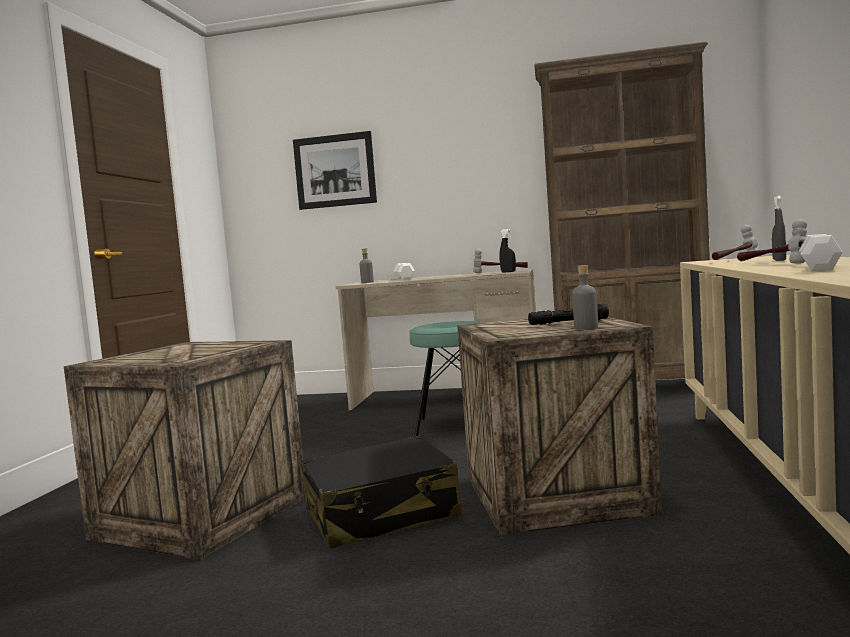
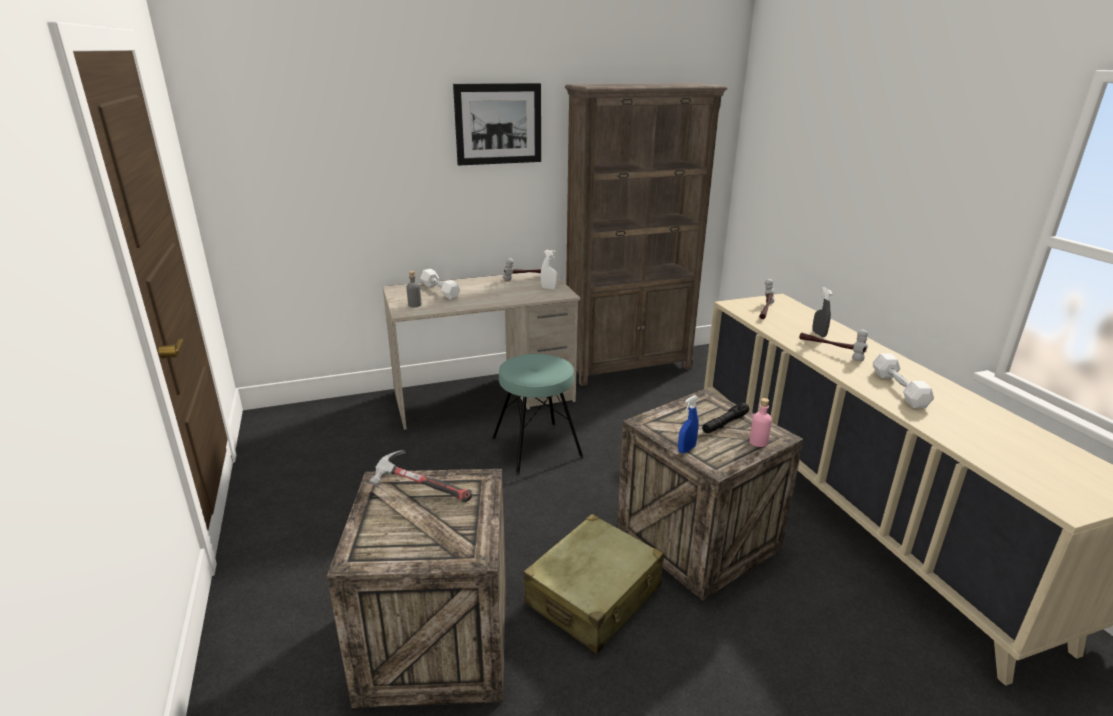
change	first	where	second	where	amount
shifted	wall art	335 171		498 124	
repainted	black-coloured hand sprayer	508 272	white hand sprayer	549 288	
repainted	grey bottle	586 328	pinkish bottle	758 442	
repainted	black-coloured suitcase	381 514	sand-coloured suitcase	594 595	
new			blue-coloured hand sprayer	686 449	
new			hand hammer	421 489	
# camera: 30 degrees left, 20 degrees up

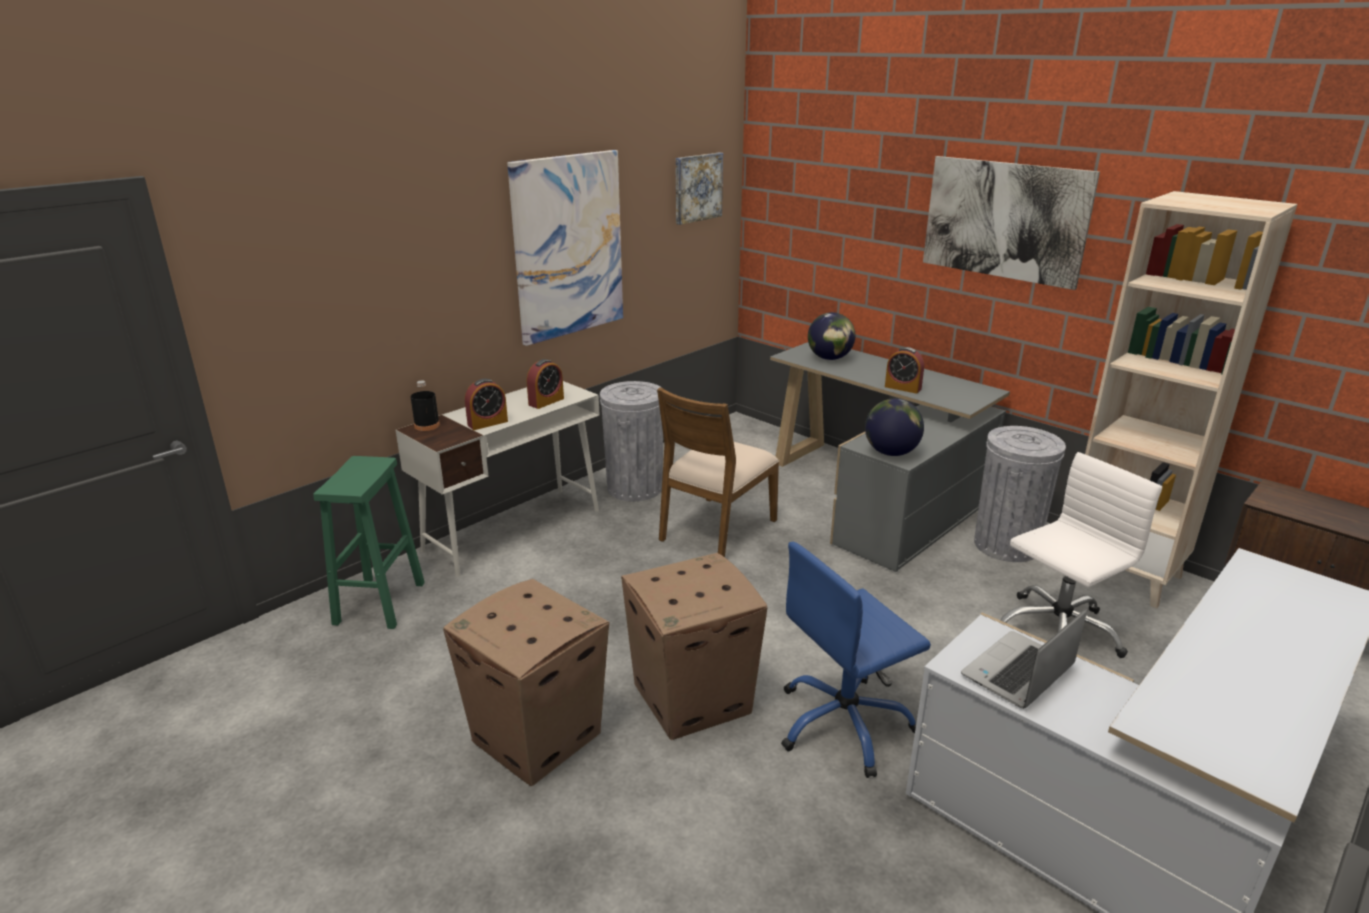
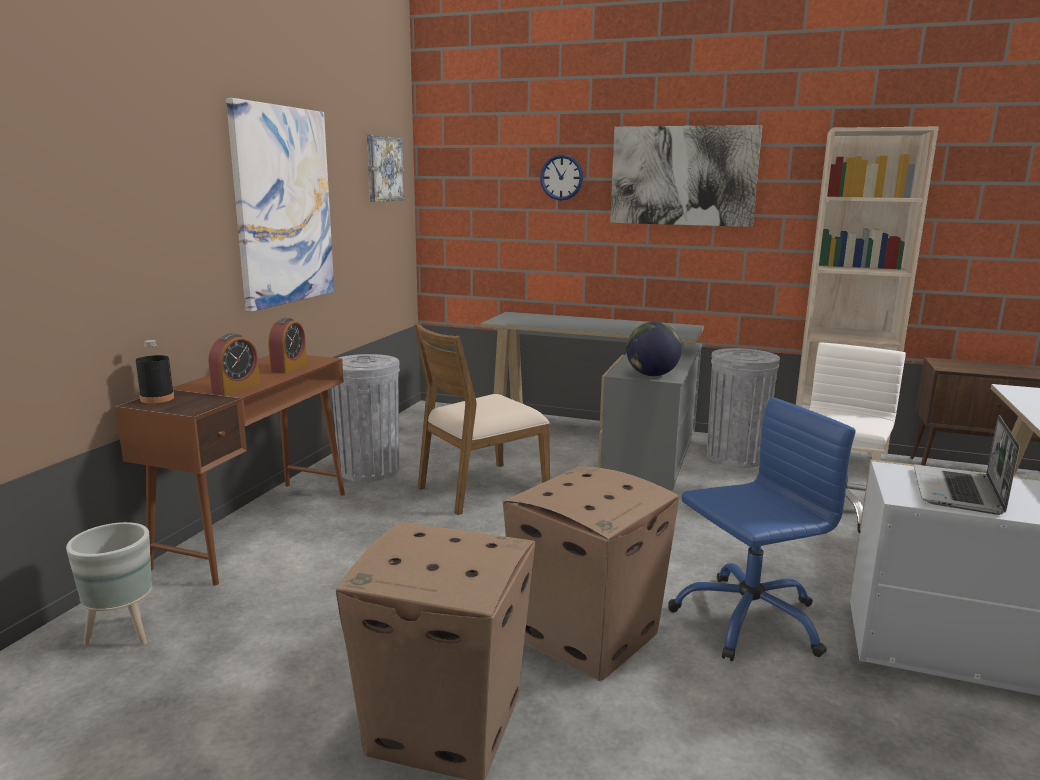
change	first	where	second	where	amount
gone	world globe	829 358			
gone	bedside clock	903 388			
repainted	white desk table	514 529	brownish desk table	257 527	
rotated	brownish upright chair	716 529		481 488	45 degrees clockwise
swapped	green-coloured sitting stool	380 602	grey planter	122 634	
rotated	blue-coloured desk chair	844 724		748 619	150 degrees counterclockwise
new			wall clock	561 177	
# camera: 25 degrees left, 10 degrees down

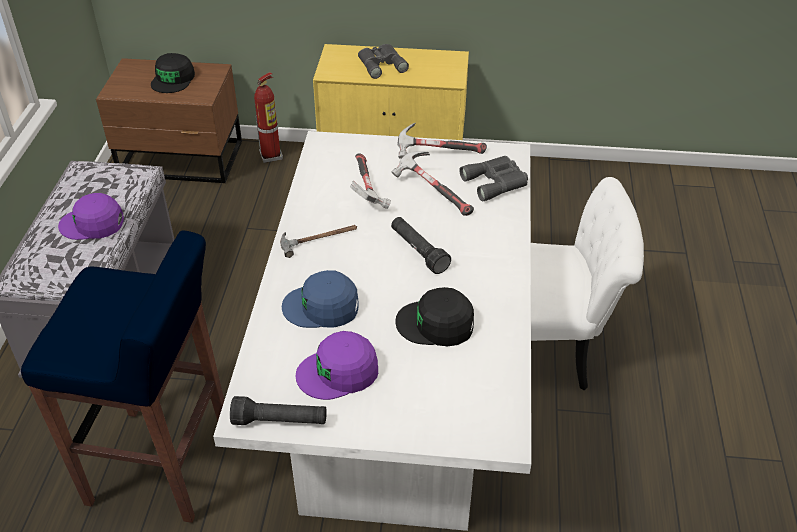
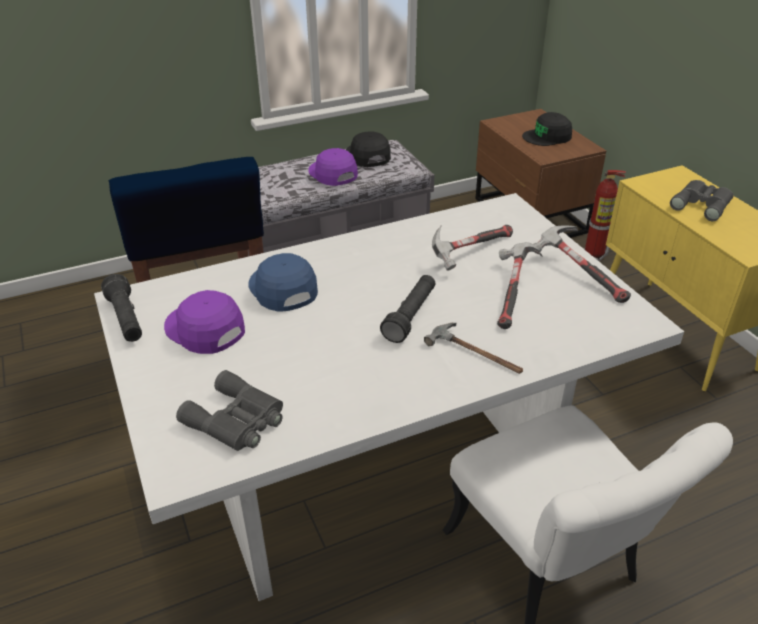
change	first	where	second	where	amount
shifted	grey field glasses	496 182		237 421	
shifted	hand hammer	319 238		477 353	
shifted	black-coloured peaked cap	436 324		367 155	
# camera: 60 degrees right, 5 degrees down

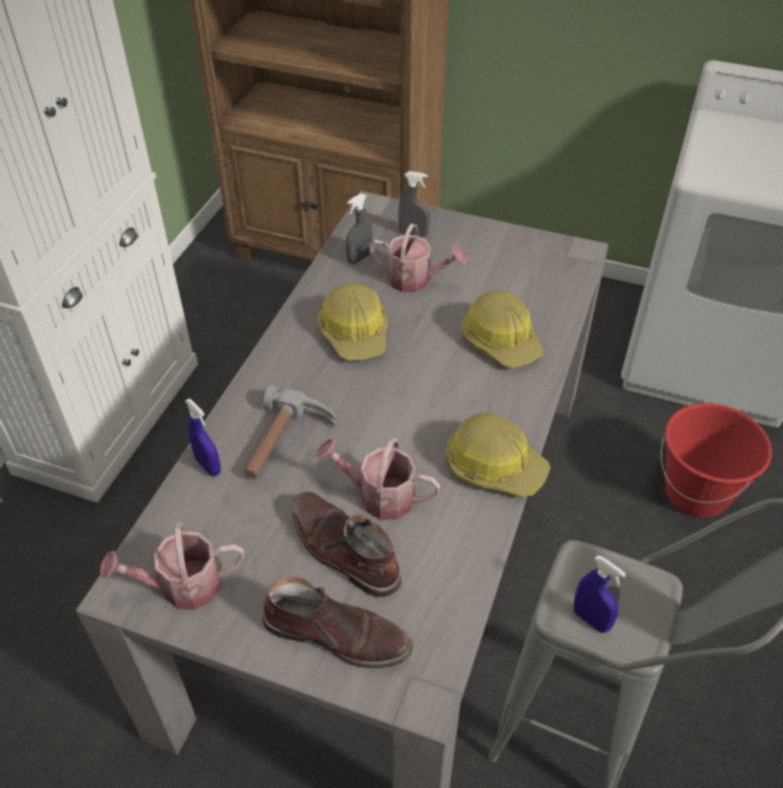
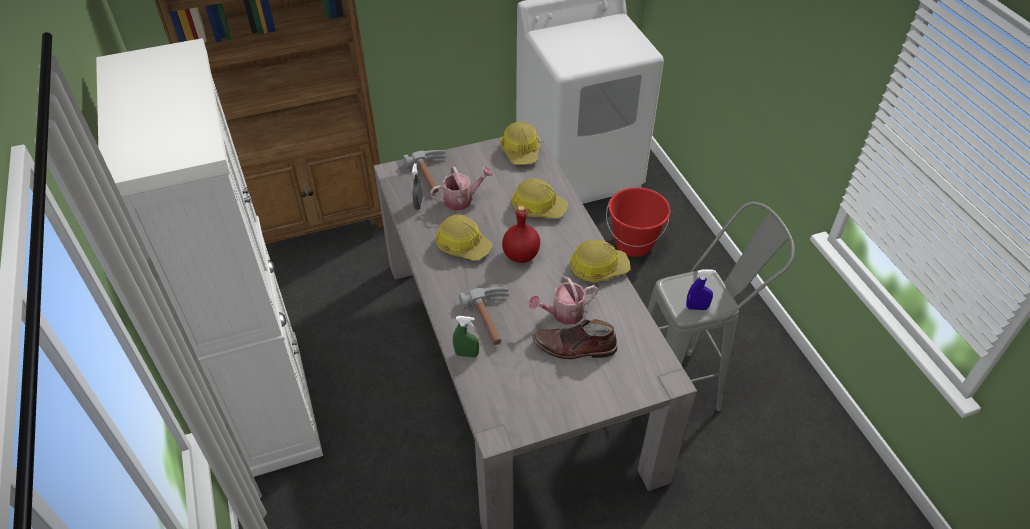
change	first	where	second	where	amount
swapped	grey hand sprayer	413 234	hand hammer	432 175	
repainted	blue-coloured hand sprayer	208 466	green-coloured hand sprayer	466 354	
gone	watering can	182 586			
gone	brownish tall boot	338 634			
new			work helmet	521 151	
new			reddish bottle	520 255	
# camera: 40 degrees left, 0 degrees up

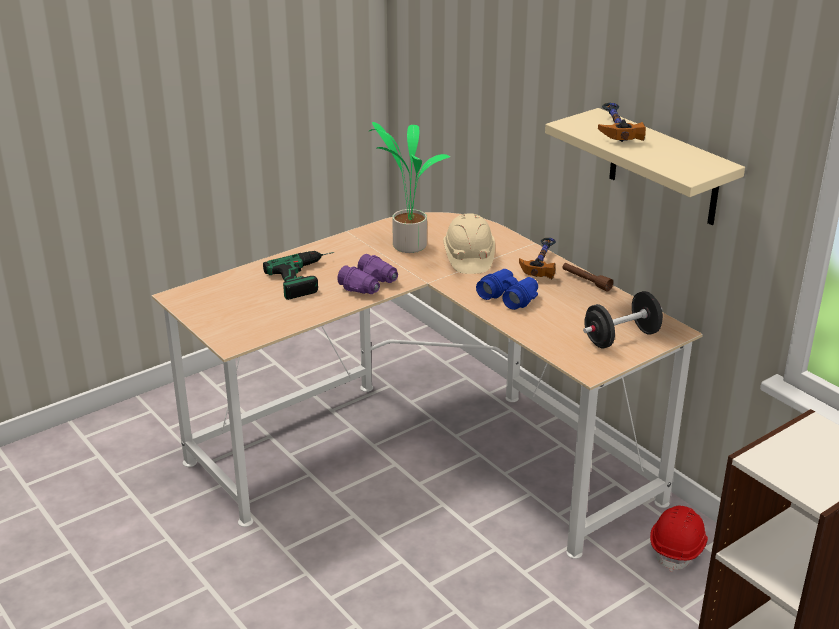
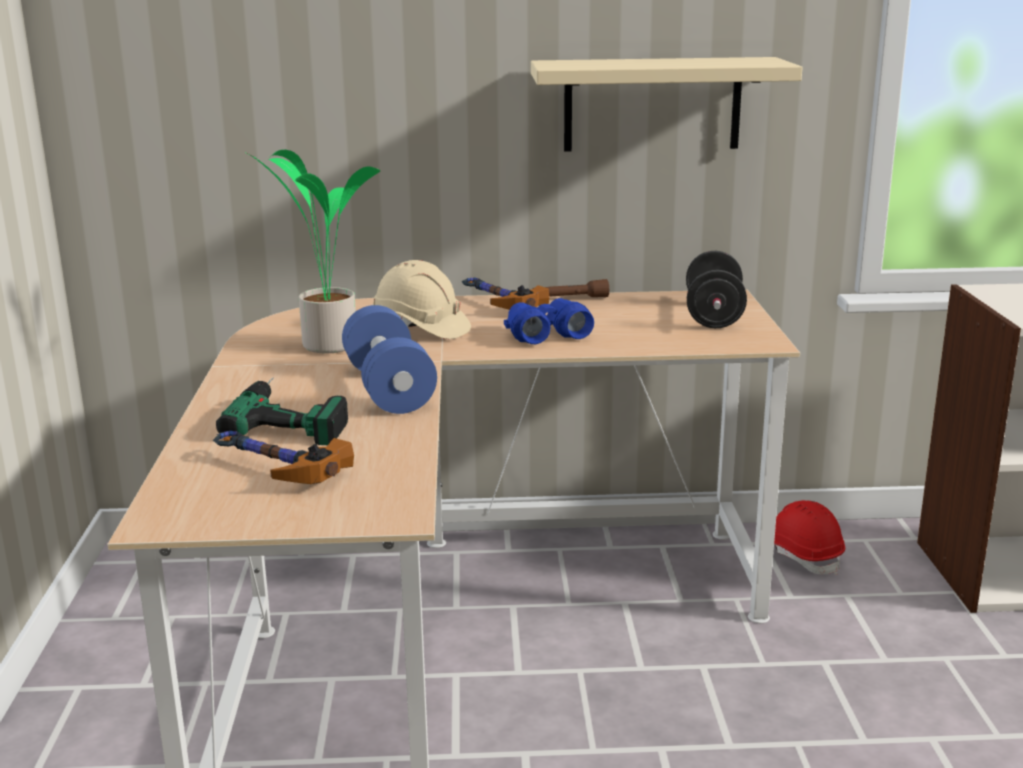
change	first	where	second	where	amount
shifted	hand hammer	614 129		272 470	
swapped	purple field glasses	370 285	blue-coloured free weight	389 388	
# camera: 55 degrees left, 10 degrees down

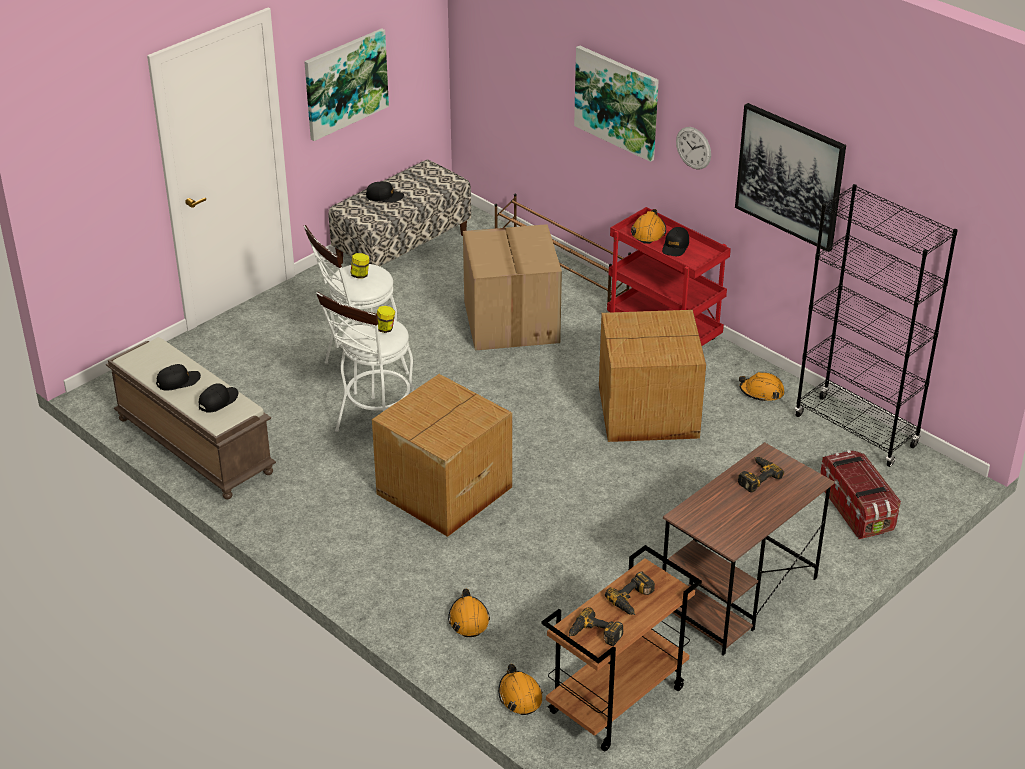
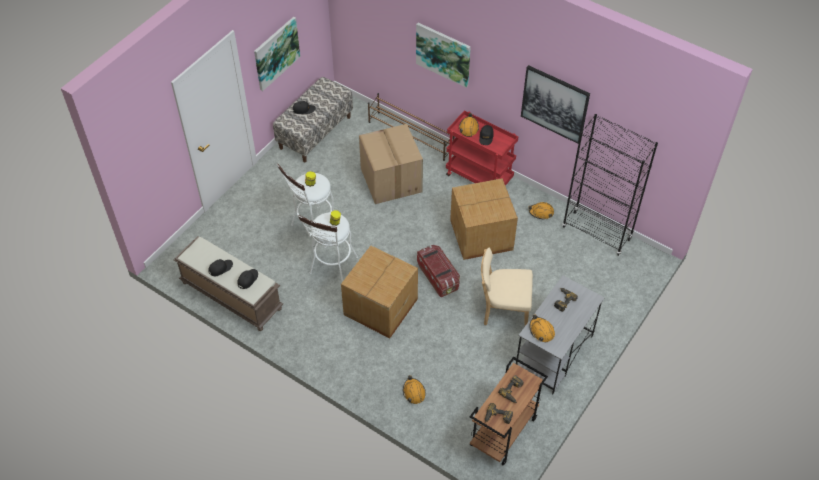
change	first	where	second	where	amount
gone	wall clock	693 148			
repainted	brownish desk table	738 596	grey desk table	553 354	
shifted	storage bin	857 509		438 277	
shifted	orange work helmet	520 696		541 331	
new			sand-coloured upright chair	503 310	
# camera: 10 degrees left, 15 degrees up

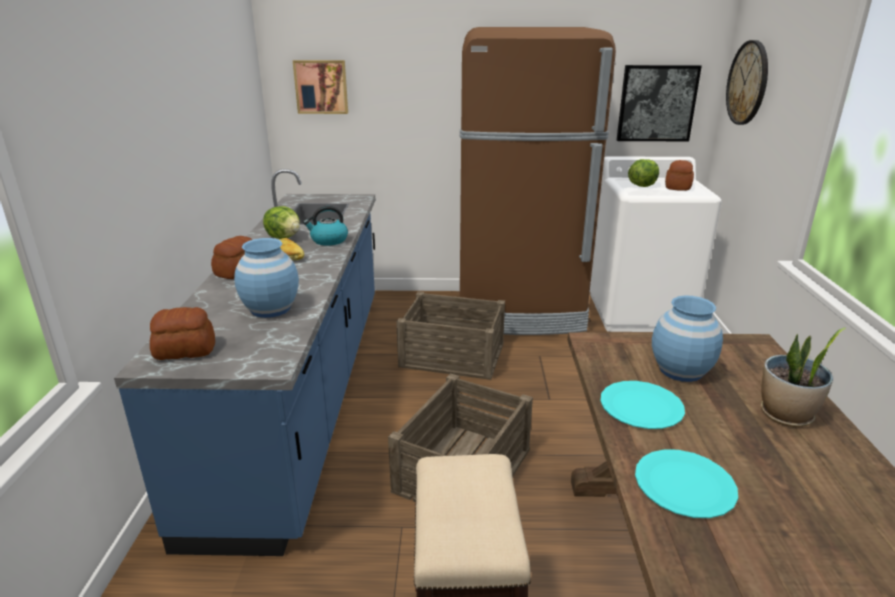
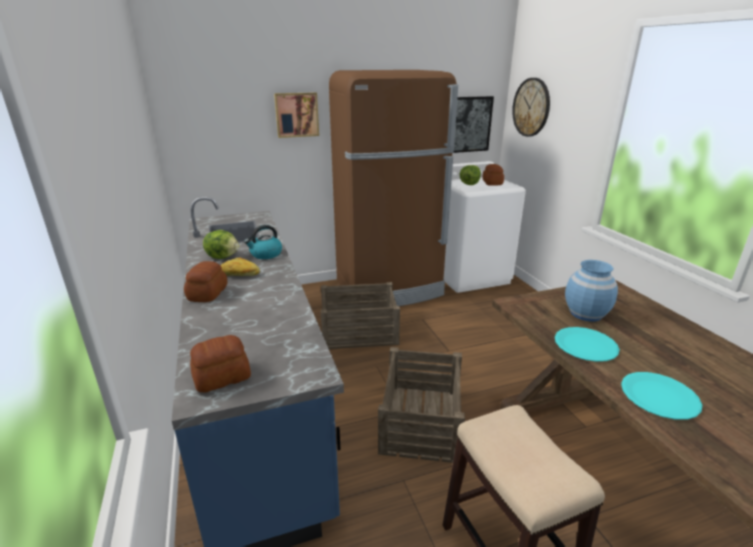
change	first	where	second	where	amount
shifted	wall art	321 87		296 114	
gone	blue-coloured decorative vase	271 308			
gone	houseplant	786 415			
# camera: 20 degrees left, 0 degrees up

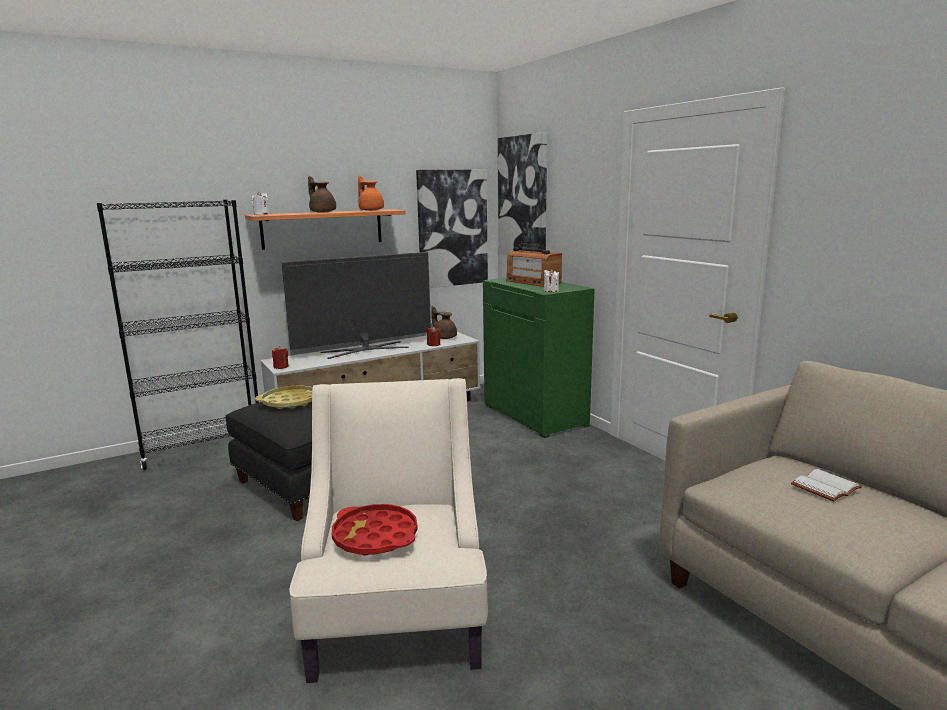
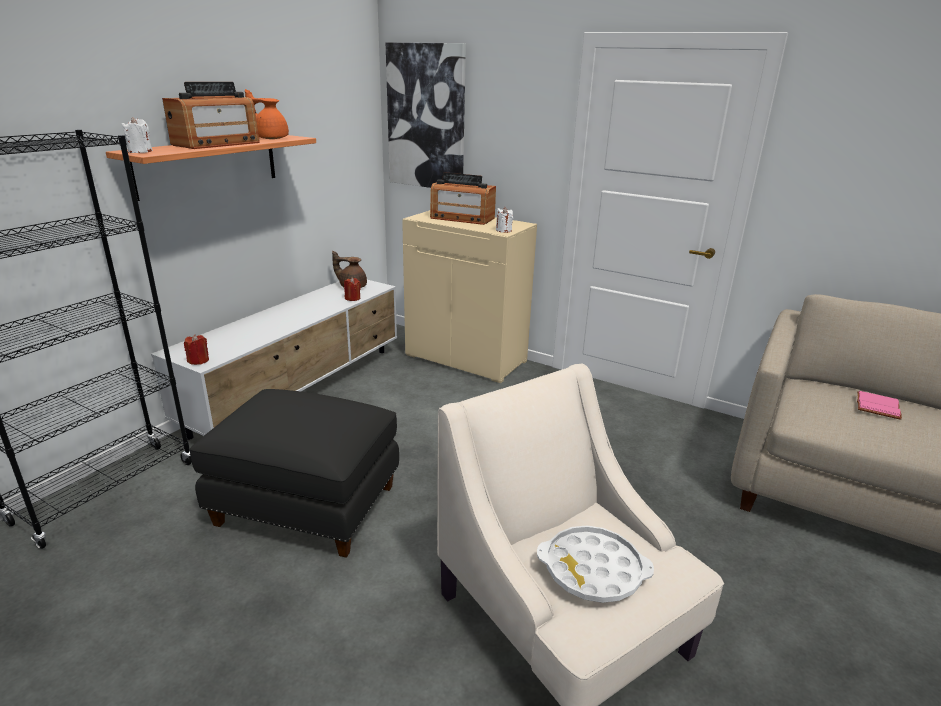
change	first	where	second	where	amount
gone	wall art	452 228			
swapped	brownish pot for tea	322 212	radio	216 144	
gone	television	365 350			
repainted	green-coloured storage cabinet	536 415	sand-coloured storage cabinet	467 358	
gone	yellowish tray	290 402			
repainted	white volume	826 488	pinkish volume	879 407	
repainted	reddish tray	375 536	white tray	593 570	
# camera: 30 degrees left, 10 degrees up

